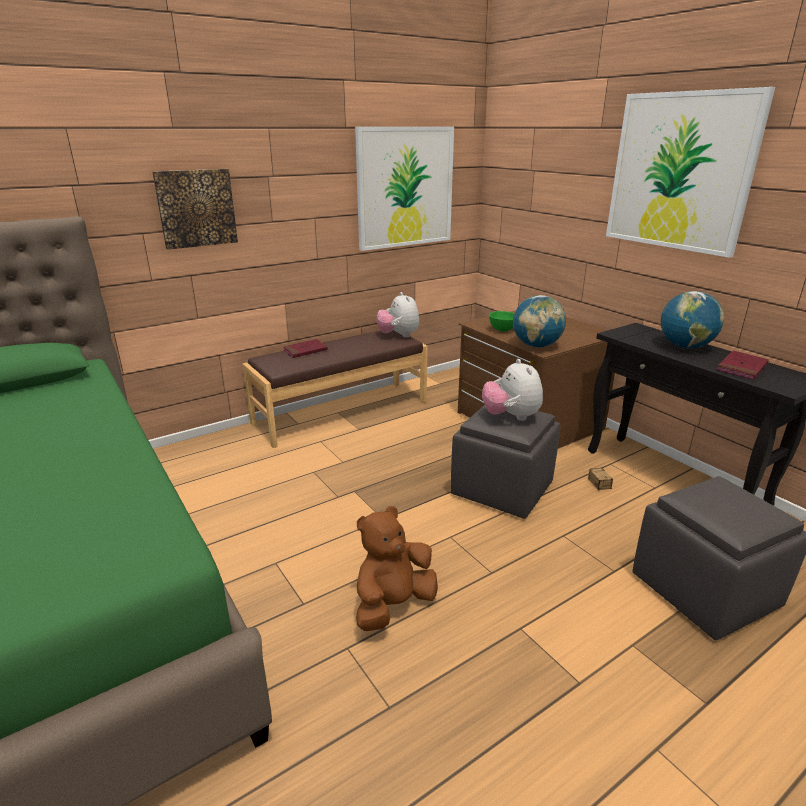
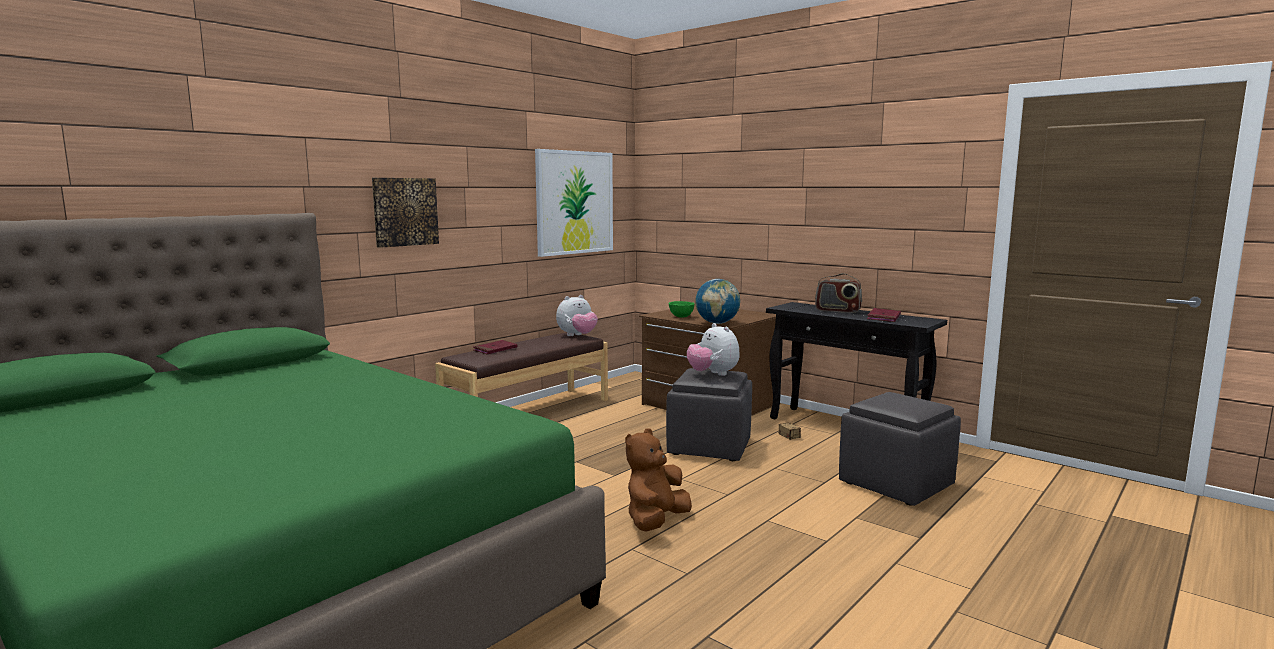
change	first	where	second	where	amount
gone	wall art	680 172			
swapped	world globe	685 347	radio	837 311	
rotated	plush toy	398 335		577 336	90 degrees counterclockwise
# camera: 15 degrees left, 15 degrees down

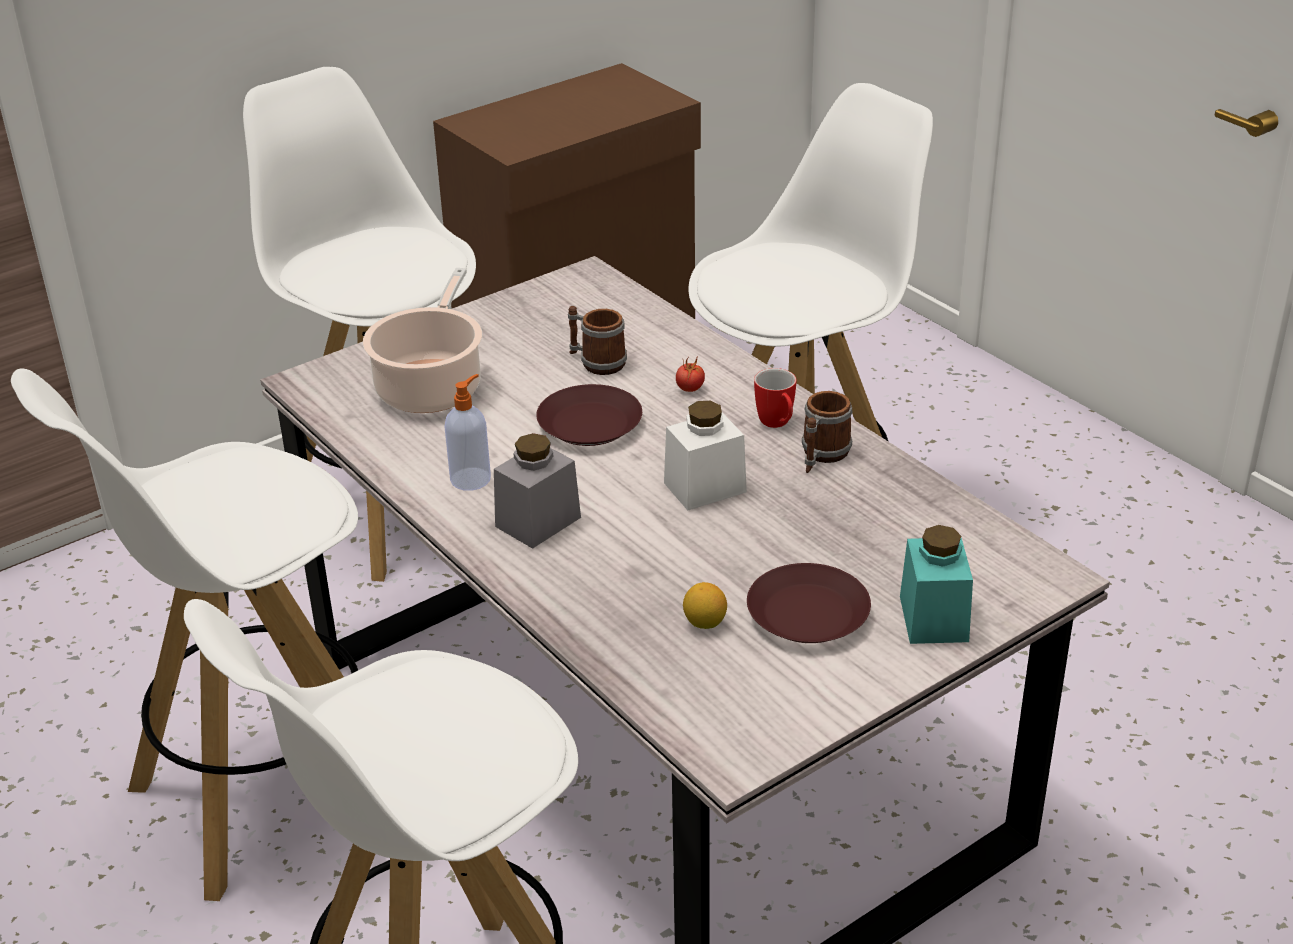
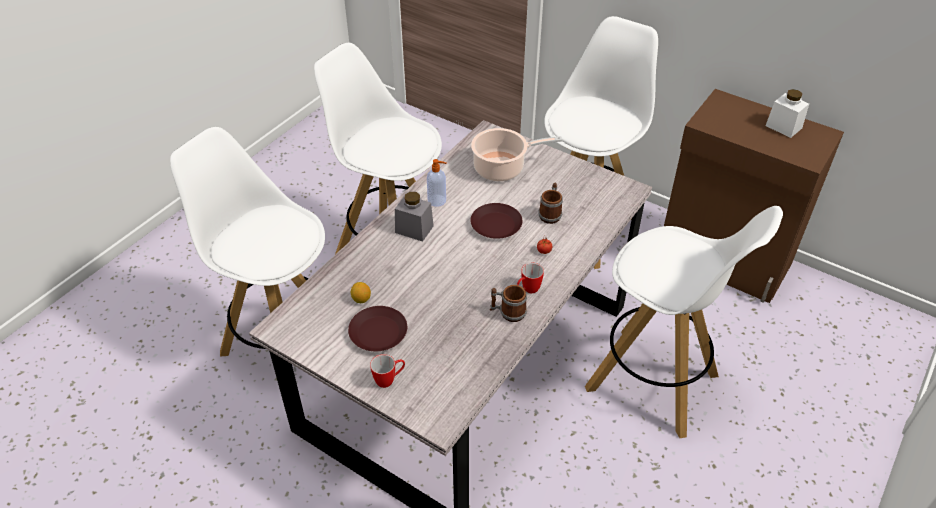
change	first	where	second	where	amount
shifted	white storage jar	705 487		783 127	
swapped	blue-green storage jar	933 618	mug	389 380	
# camera: 70 degrees right, 10 degrees up

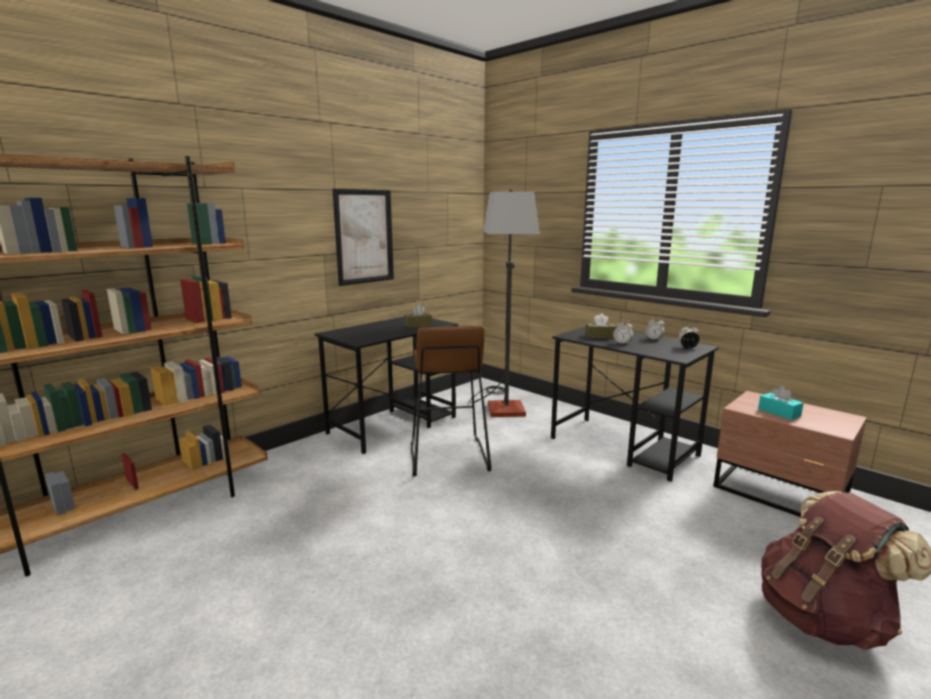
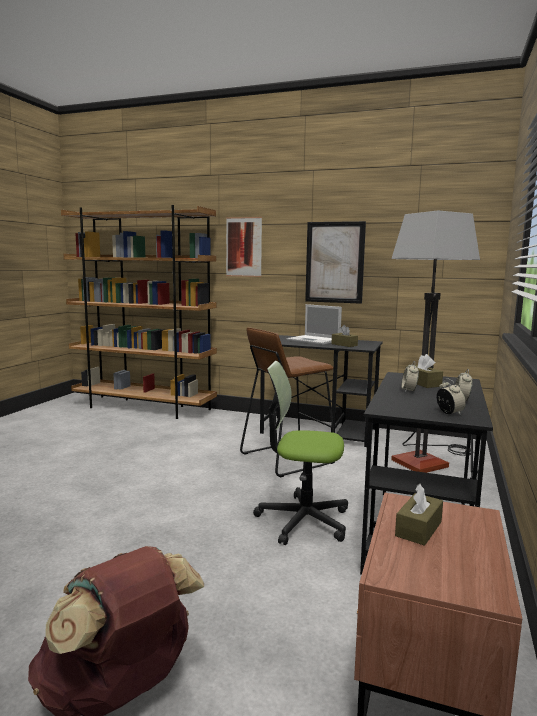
change	first	where	second	where	amount
repainted	blue-green box of tissues	779 412	brownish box of tissues	418 529	
new			wall art	244 247	
new			laptop	314 340	
new			desk chair	303 520	
# camera: 65 degrees right, 5 degrees down

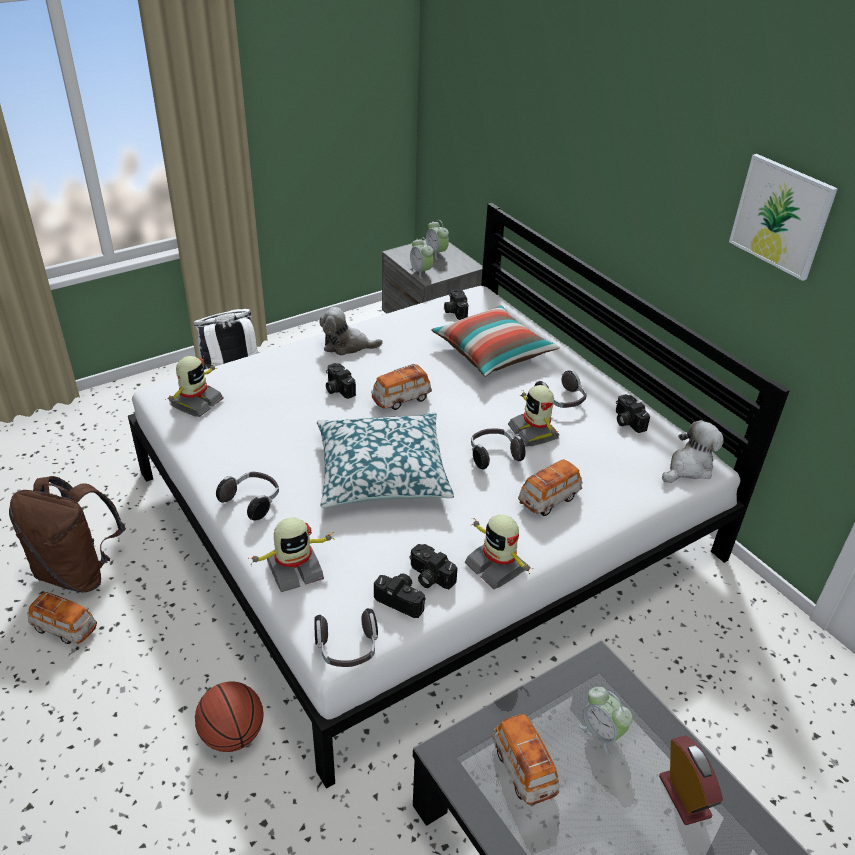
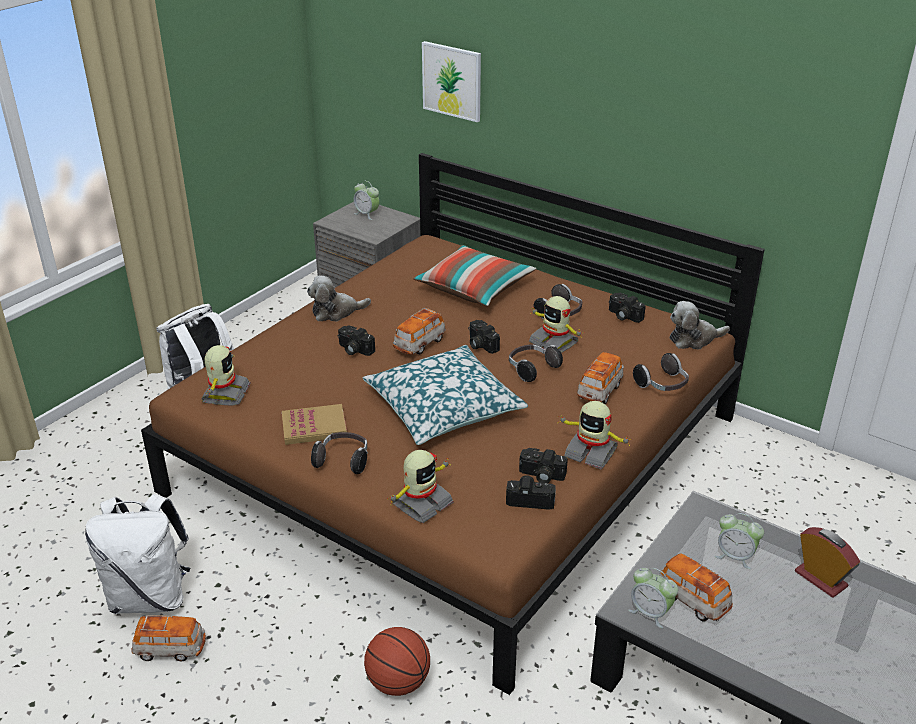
change	first	where	second	where	amount
shifted	wall art	781 216		452 81	
repainted	white bed	424 514	brownish bed	458 453	
shifted	bedside clock	421 272		650 613	
shifted	still camera	454 311		480 345	
rotated	plush toy	689 467		694 339	135 degrees counterclockwise
repainted	brownish backpack	78 572	white backpack	150 597	
shifted	pair of headphones	347 649		662 385	
new			volume	314 427	
# camera: 20 degrees left, 5 degrees down

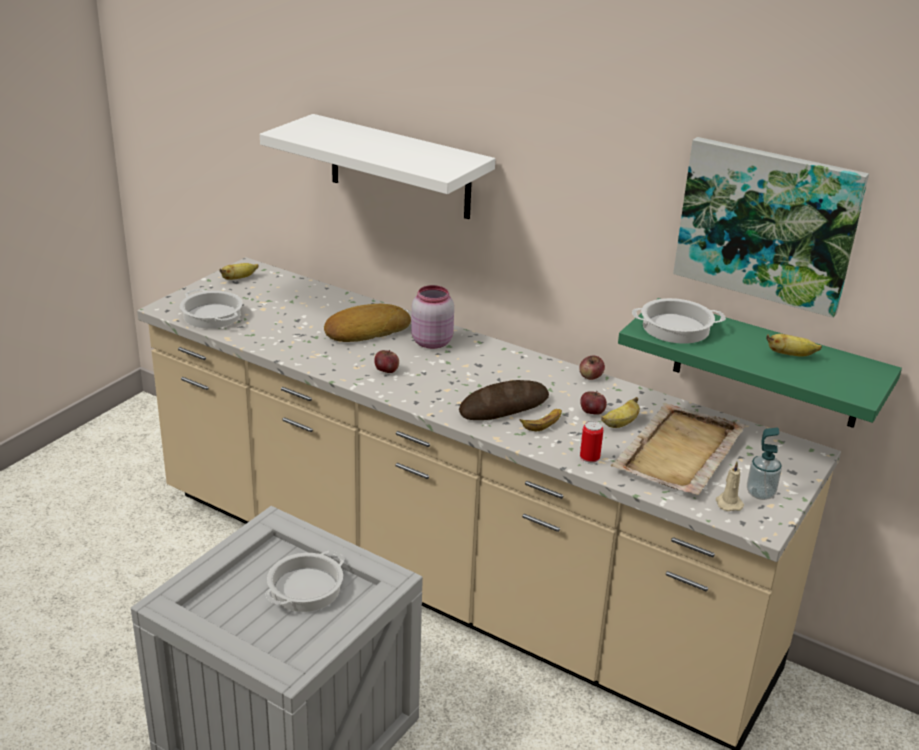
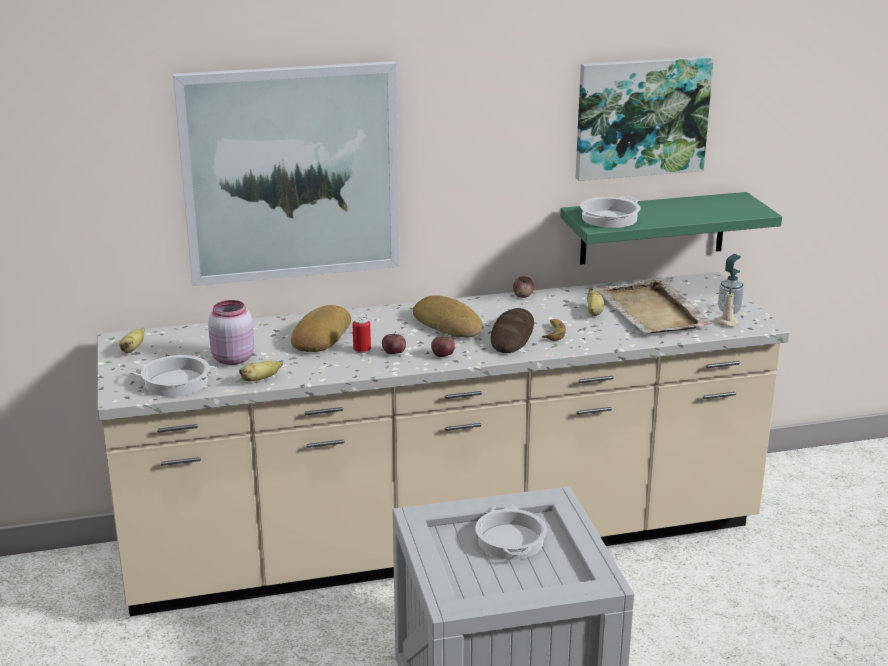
change	first	where	second	where	amount
swapped	white shelf	400 167	wall art	291 173	
shifted	pinkish storage jar	430 342		231 359	
shifted	banana fruit	790 355		260 379	
shifted	apple	592 412		443 355	
shifted	can	589 458		362 351	
new			bread	448 324	
# camera: 45 degrees left, 5 degrees down

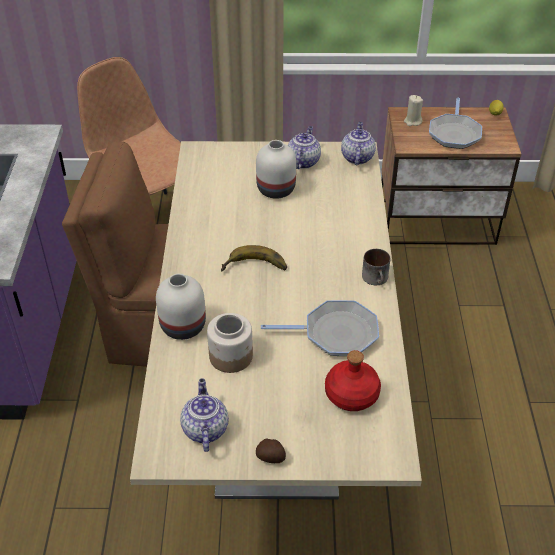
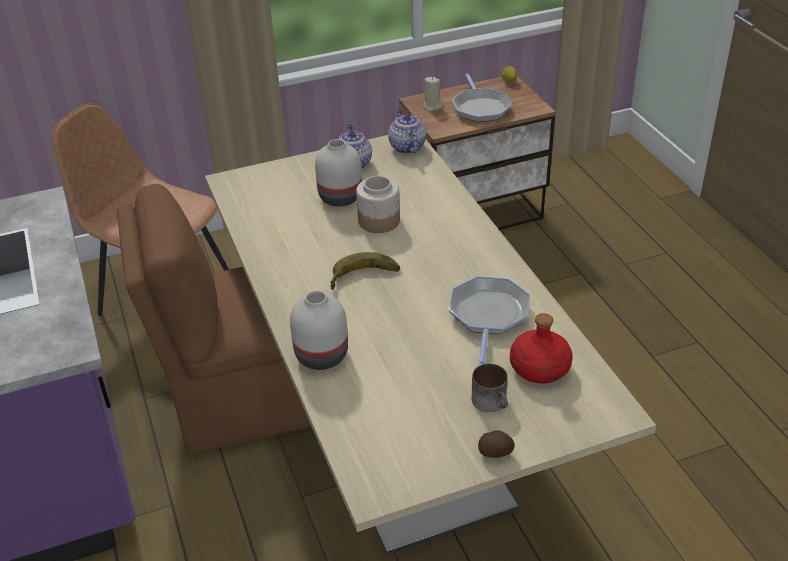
change	first	where	second	where	amount
shifted	mug	377 279		493 402	
rotated	pan	336 333		488 316	60 degrees counterclockwise
shifted	storage jar	231 356		379 221	
gone	pot for tea	204 429			
# camera: 20 degrees left, 5 degrees down

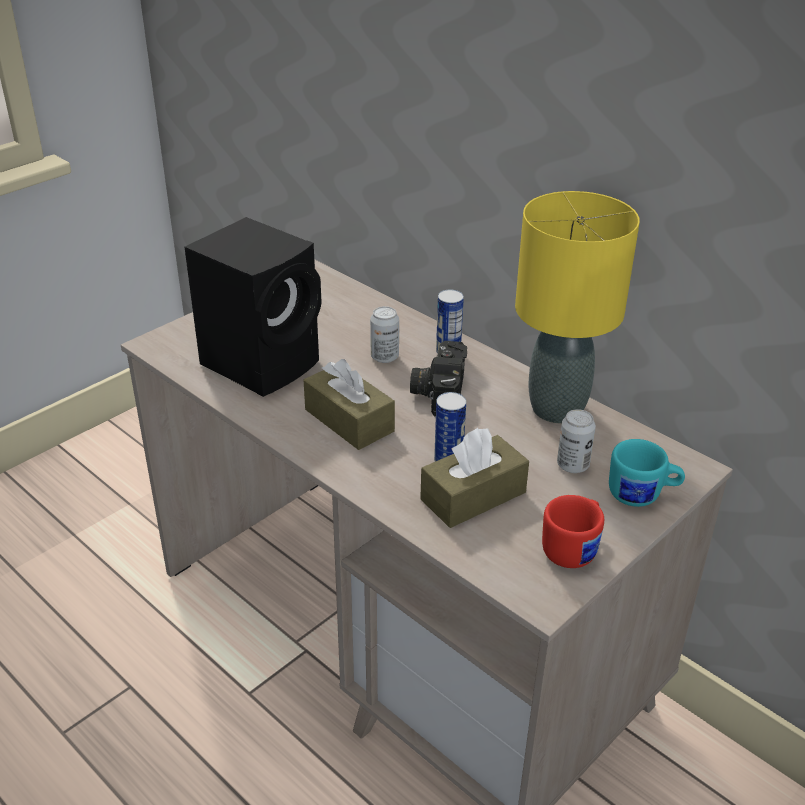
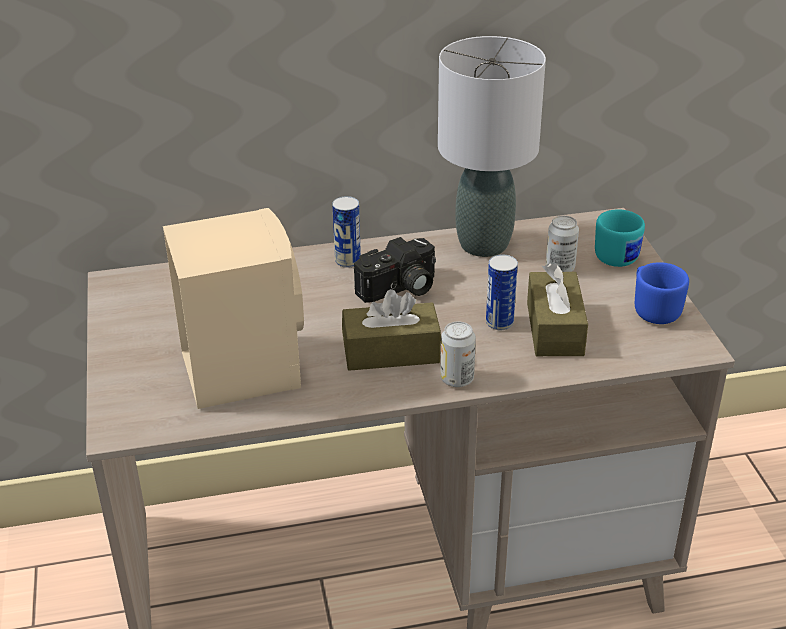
change	first	where	second	where	amount
repainted	yellowish lamp for a table	558 409	grey lamp for a table	484 244	
repainted	black-coloured loudspeaker	264 362	sand-coloured loudspeaker	241 367	
shifted	can	384 357		457 379	
rotated	still camera	438 392		400 289	75 degrees counterclockwise
repainted	reddish mug	574 548	blue-coloured mug	653 309	
# camera: 55 degrees left, 0 degrees up

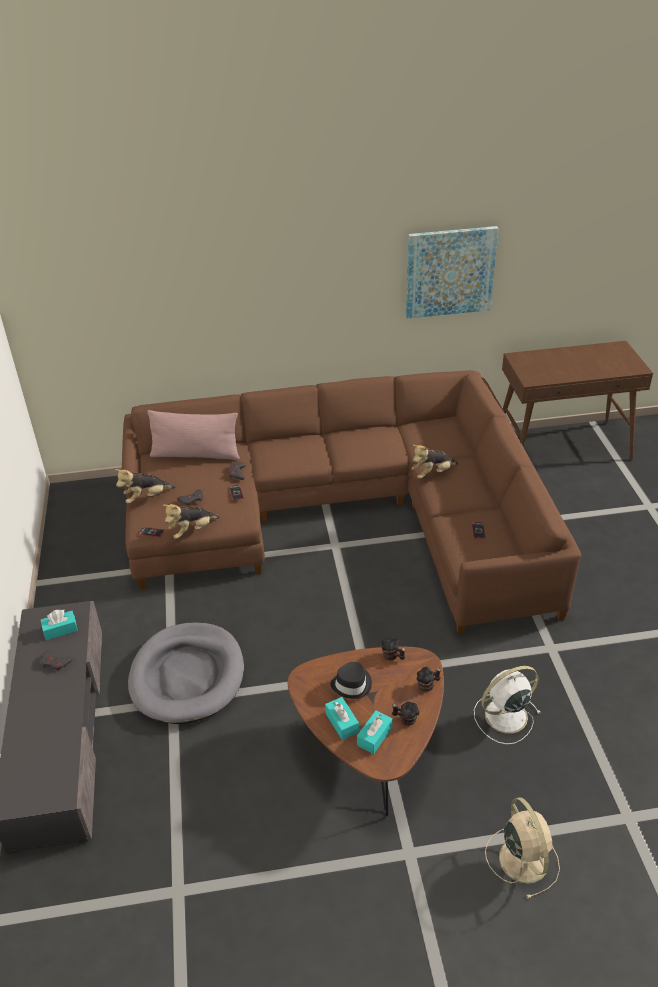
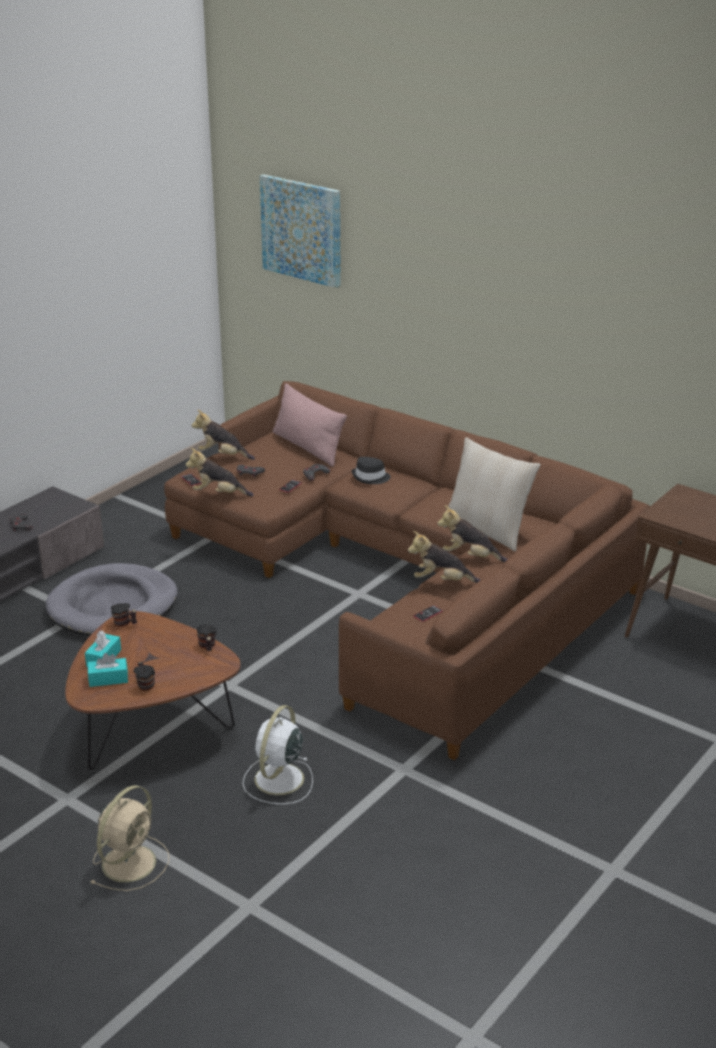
change	first	where	second	where	amount
shifted	wall art	450 272		302 230	
gone	blue-green box of tissues	60 629			
shifted	black-coloured wearable hat	352 684		370 477	
rotated	white cooling fan	504 716		278 780	90 degrees counterclockwise
shifted	mug	428 685		124 624	
new			sand-coloured throw pillow	488 530	
new			plush toy	442 581	
# camera: 45 degrees right, 10 degrees down

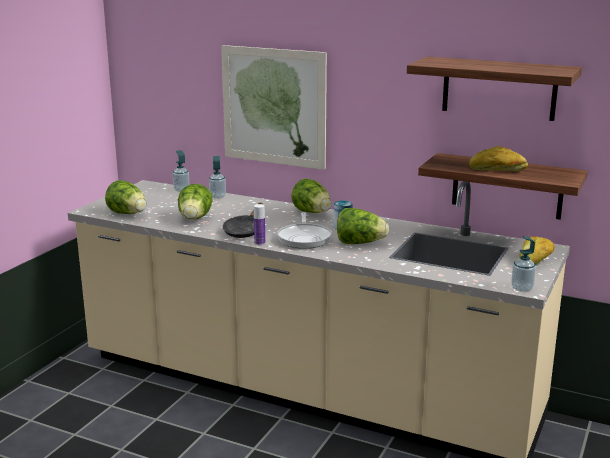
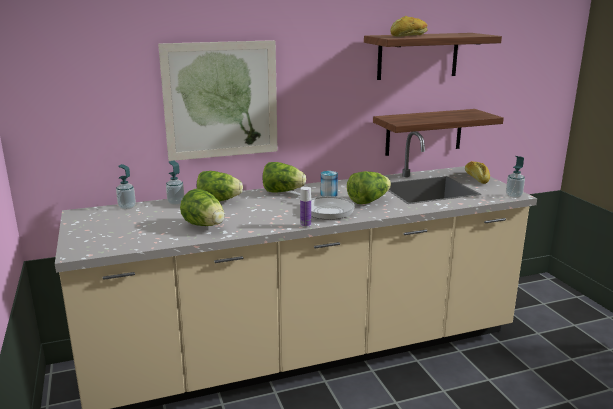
change	first	where	second	where	amount
shifted	bread	497 170		409 35	
shifted	lettuce head	128 214		218 201	
gone	black-coloured pan	245 230			
# camera: 45 degrees left, 0 degrees up

